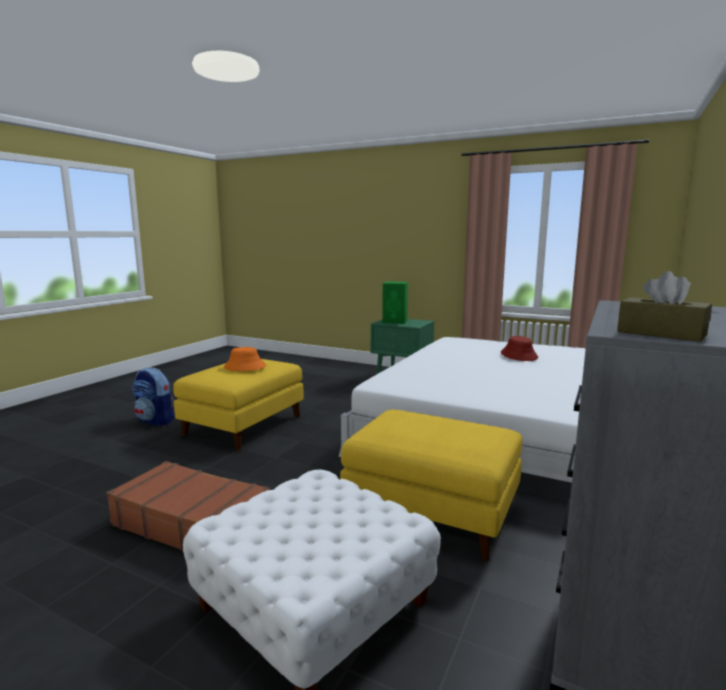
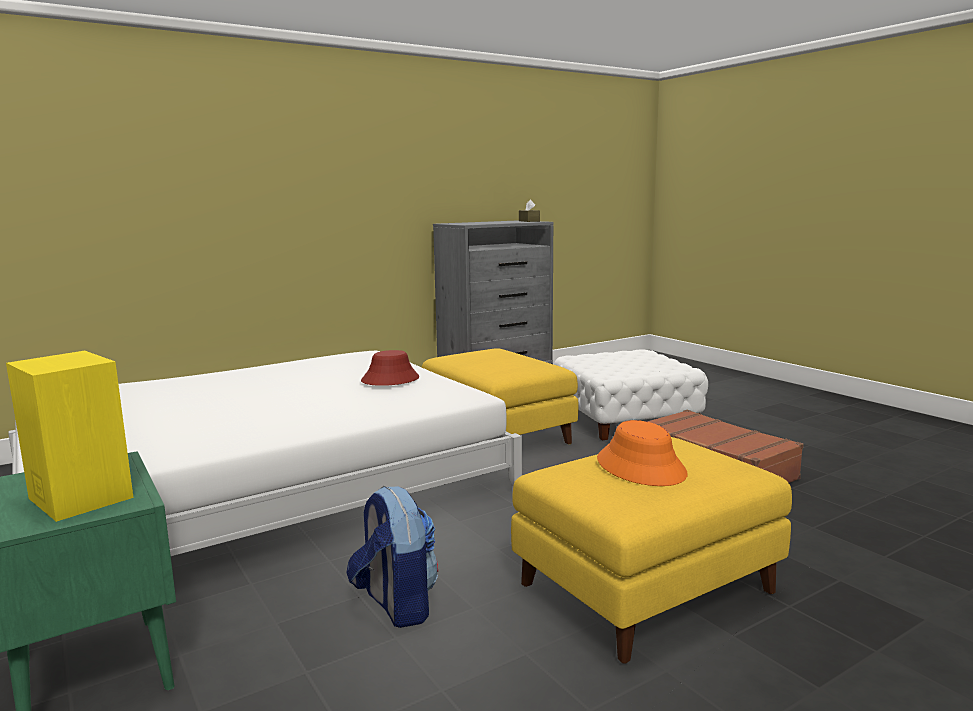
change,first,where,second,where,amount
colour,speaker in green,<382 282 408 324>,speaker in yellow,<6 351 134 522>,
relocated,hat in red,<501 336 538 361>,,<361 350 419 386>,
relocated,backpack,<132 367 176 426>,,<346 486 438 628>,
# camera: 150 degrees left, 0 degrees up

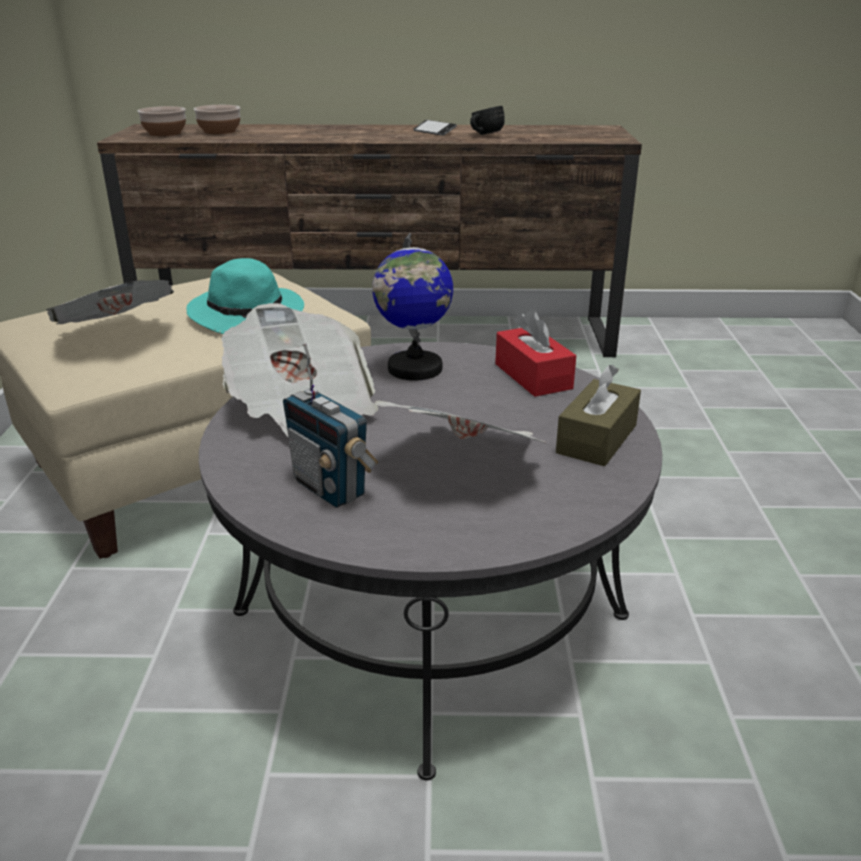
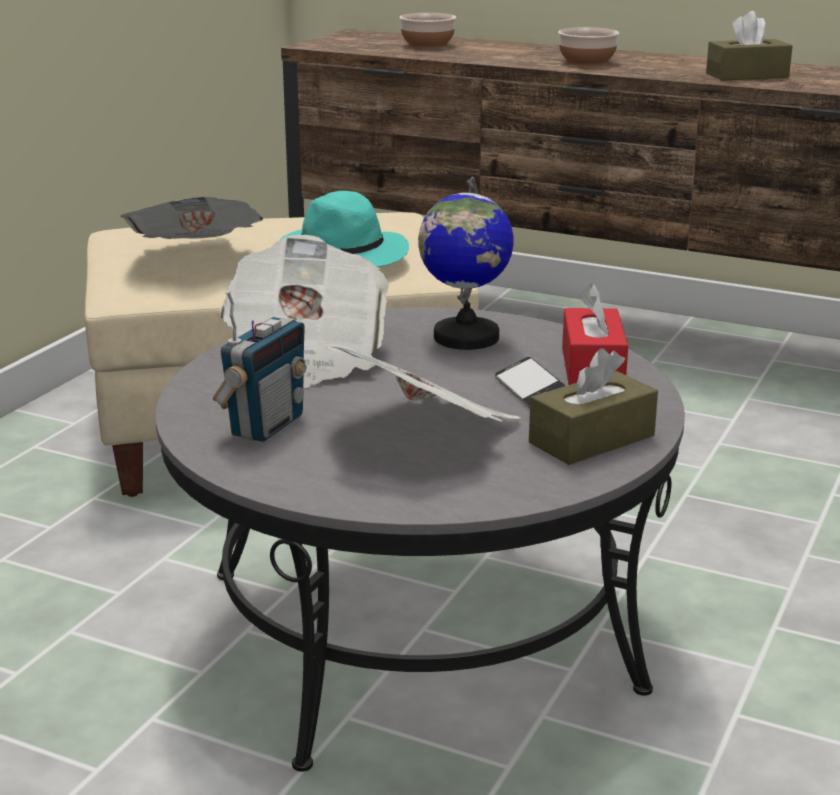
change,first,where,second,where,amount
relocated,bowl,<138 106 186 136>,,<558 27 619 66>,
exchanged,mug in black,<470 106 505 135>,tissue box in brown,<706 11 793 81>,
relocated,phone,<413 120 457 136>,,<495 357 566 408>,
spun,radio,<283 343 378 508>,,<213 290 307 442>,135 degrees counterclockwise
# camera: 25 degrees right, 5 degrees down

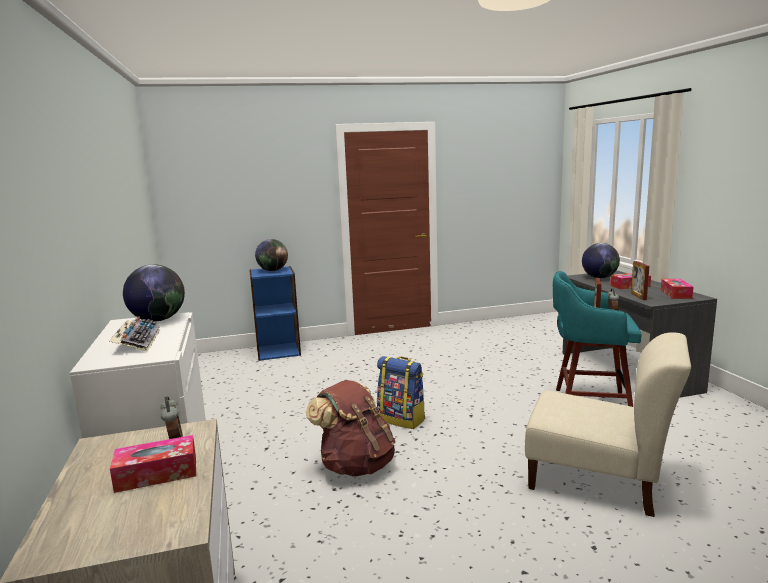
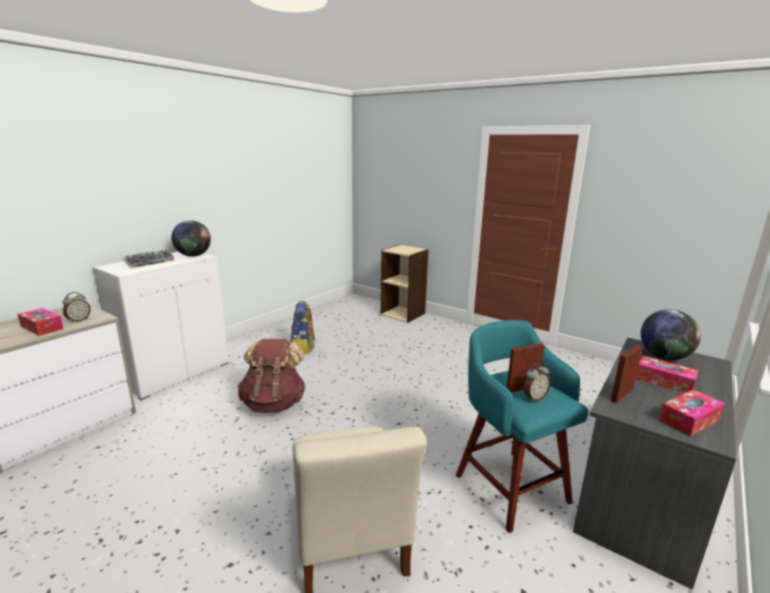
change,first,where,second,where,amount
missing,globe,<255 239 288 271>,,,
colour,bookcase in blue,<249 266 301 361>,bookcase in beige,<381 245 429 323>,
relocated,backpack,<377 356 425 429>,,<290 301 315 354>,
# camera: 50 degrees right, 5 degrees up

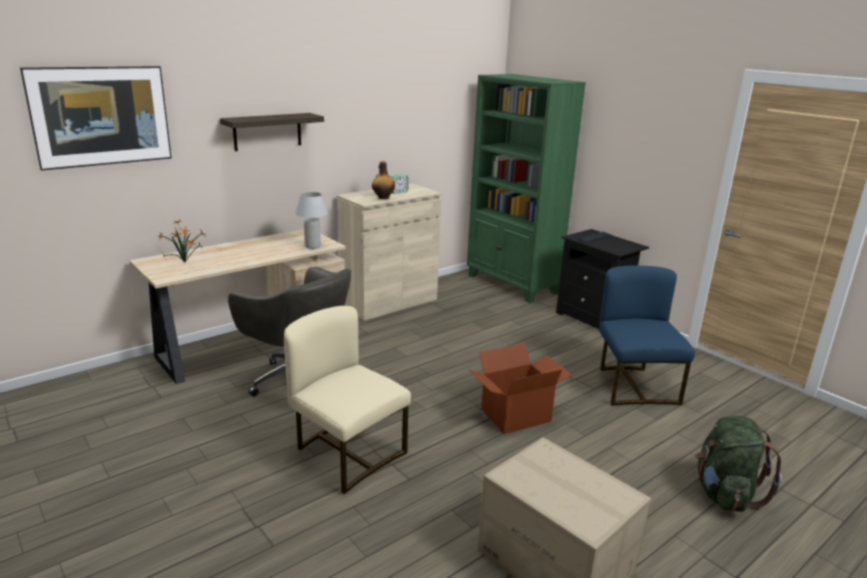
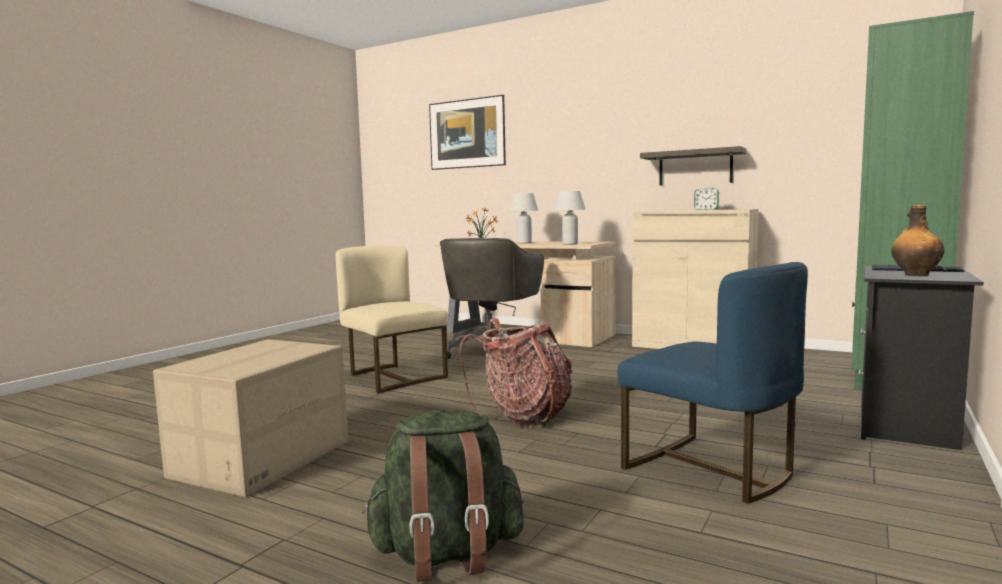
change,first,where,second,where,amount
relocated,shelf,<220 113 324 151>,,<640 146 746 186>,
relocated,bottle,<372 161 395 199>,,<891 205 944 276>,
spun,chair in blue,<599 266 695 406>,,<617 262 808 504>,75 degrees clockwise
spun,chair in beige,<284 306 411 494>,,<336 245 448 394>,60 degrees counterclockwise
exchanged,cardboard box,<469 343 572 434>,backpack,<459 318 572 428>,
appeared,,,table lamp in white,<510 193 539 243>,
# camera: 70 degrees right, 15 degrees down

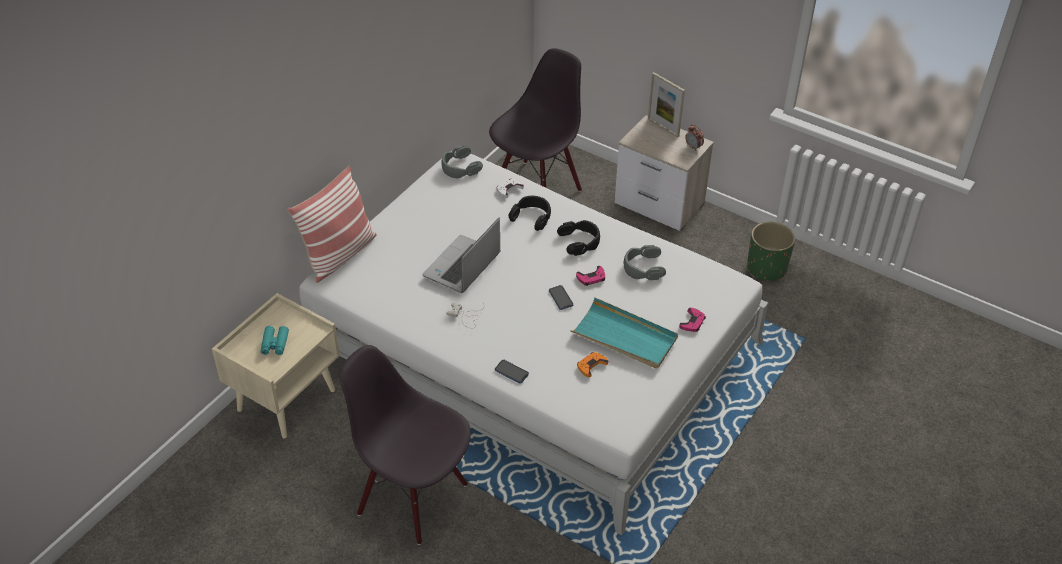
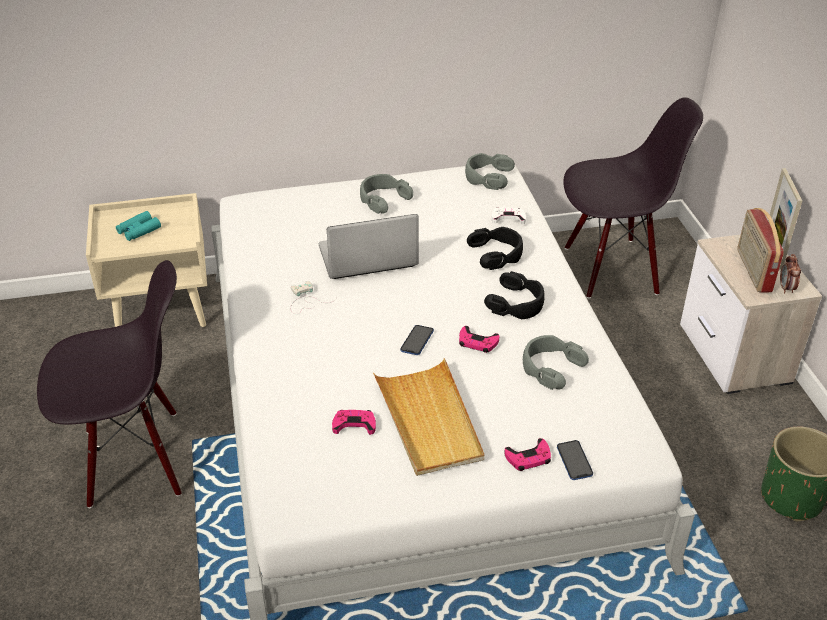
change,first,where,second,where,amount
missing,pillow,<287 166 377 283>,,,
colour,tray in turquoise,<570 297 678 368>,tray in beige,<373 358 484 476>,
spun,chair in black,<340 345 471 545>,,<37 260 181 508>,90 degrees clockwise
colour,game controller in orange,<577 352 608 377>,game controller in pink,<332 410 376 435>,
relocated,phone,<495 360 529 383>,,<557 440 593 480>,
appeared,,,headphones in grey,<360 174 413 214>,
appeared,,,radio,<737 208 784 293>,
# camera: 45 degrees right, 5 degrees down

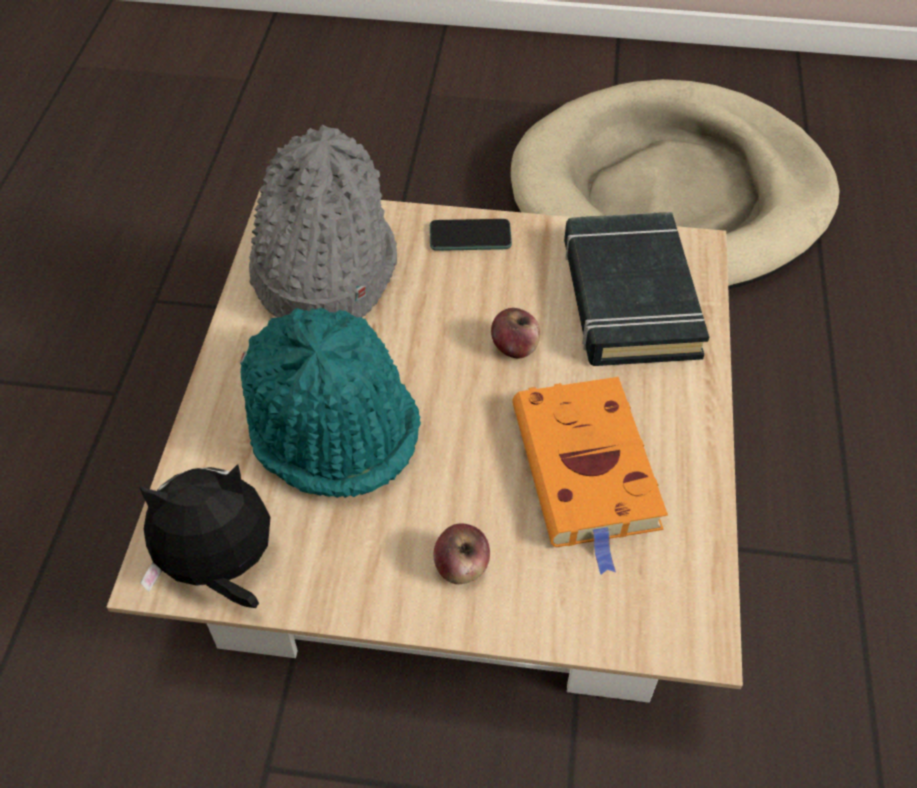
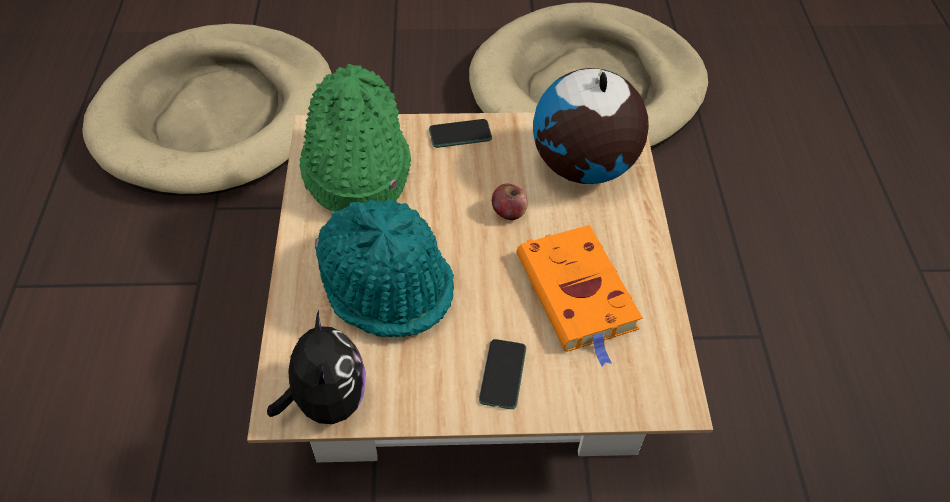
change,first,where,second,where,amount
colour,hat in grey,<249 125 397 318>,hat in green,<299 64 411 211>,
exchanged,book in black,<564 212 709 366>,globe,<533 68 649 184>,
spun,plush toy,<139 464 271 608>,,<267 311 366 424>,105 degrees clockwise
exchanged,apple,<434 524 490 584>,phone,<479 339 526 409>,
appeared,,,dog bed in beige,<82 24 332 196>,
# camera: 10 degrees left, 0 degrees up

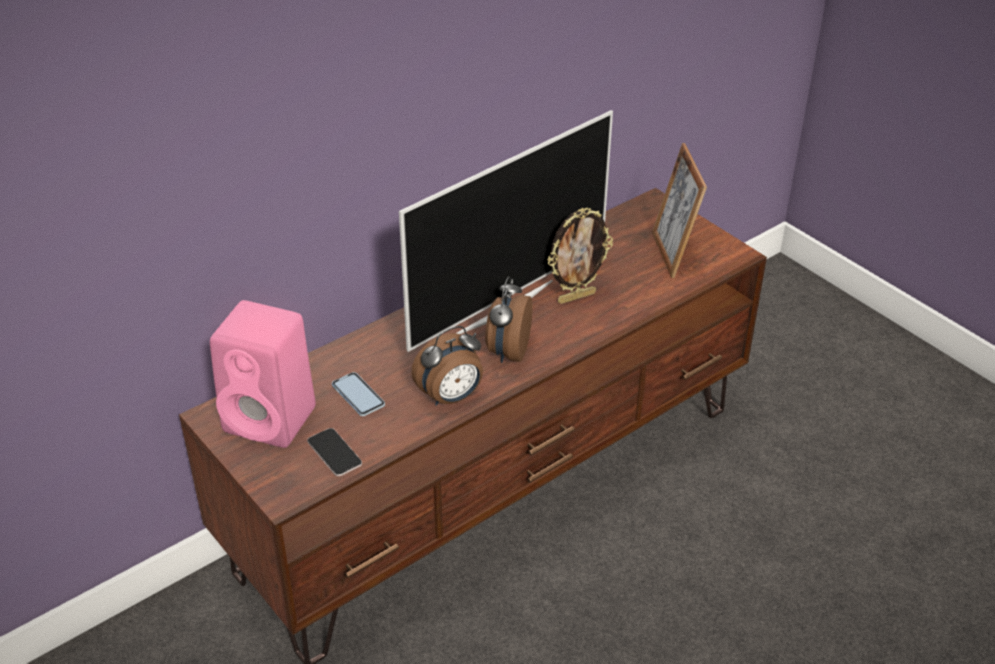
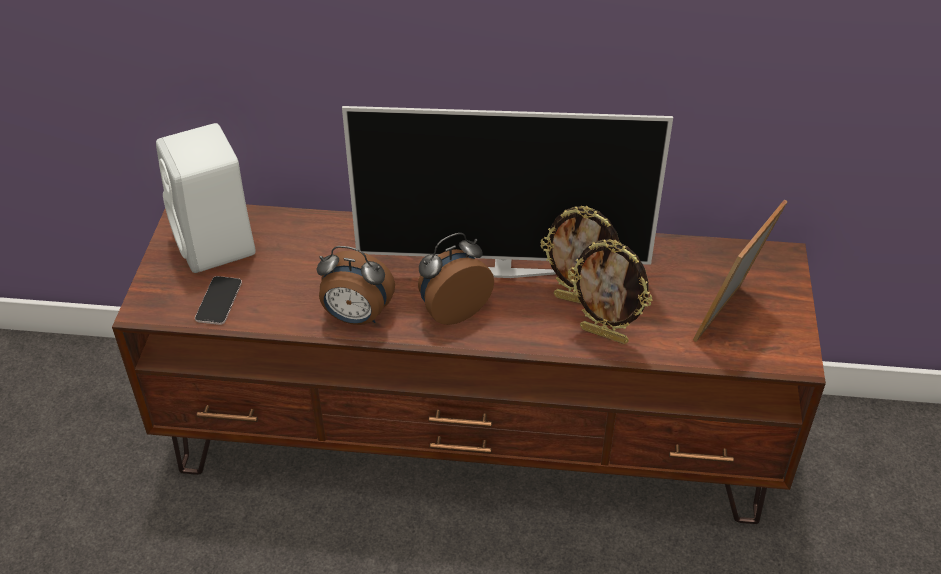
change,first,where,second,where,amount
colour,speaker in pink,<210 300 316 448>,speaker in white,<156 123 256 273>,
missing,phone,<332 372 385 416>,,,
appeared,,,picture frame,<568 239 652 344>,
# camera: 45 degrees right, 5 degrees up

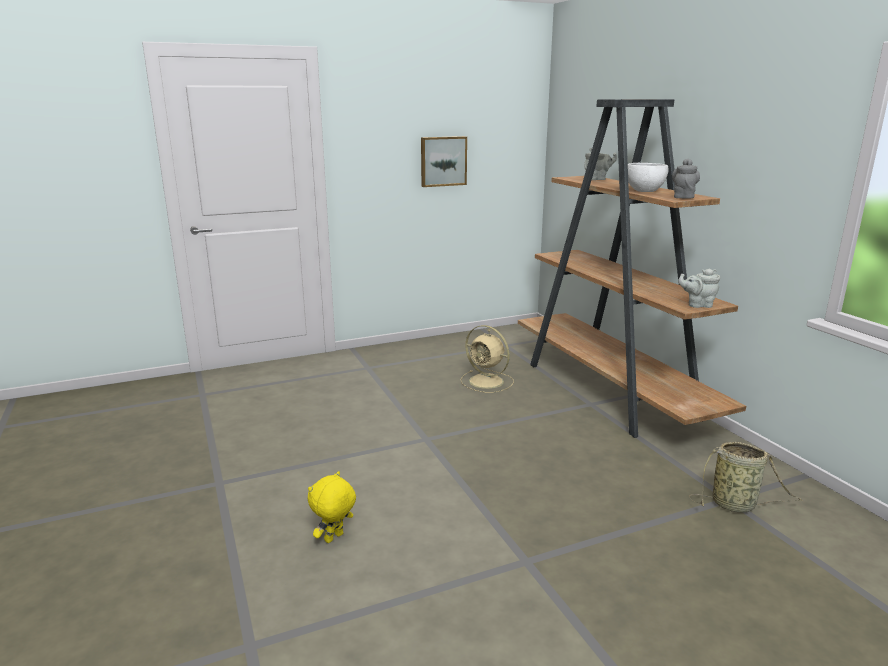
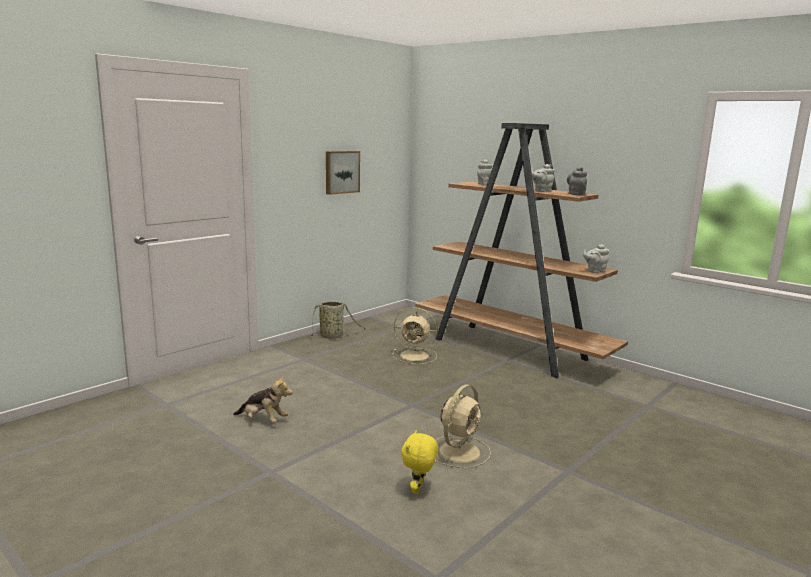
change,first,where,second,where,amount
exchanged,bowl in white,<628 163 668 192>,teapot in grey,<531 164 555 192>,
relocated,basket,<689 442 803 512>,,<310 301 365 339>,
appeared,,,plush toy,<233 375 292 423>,
appeared,,,fan in beige,<434 384 491 468>,
# camera: 25 degrees left, 5 degrees down

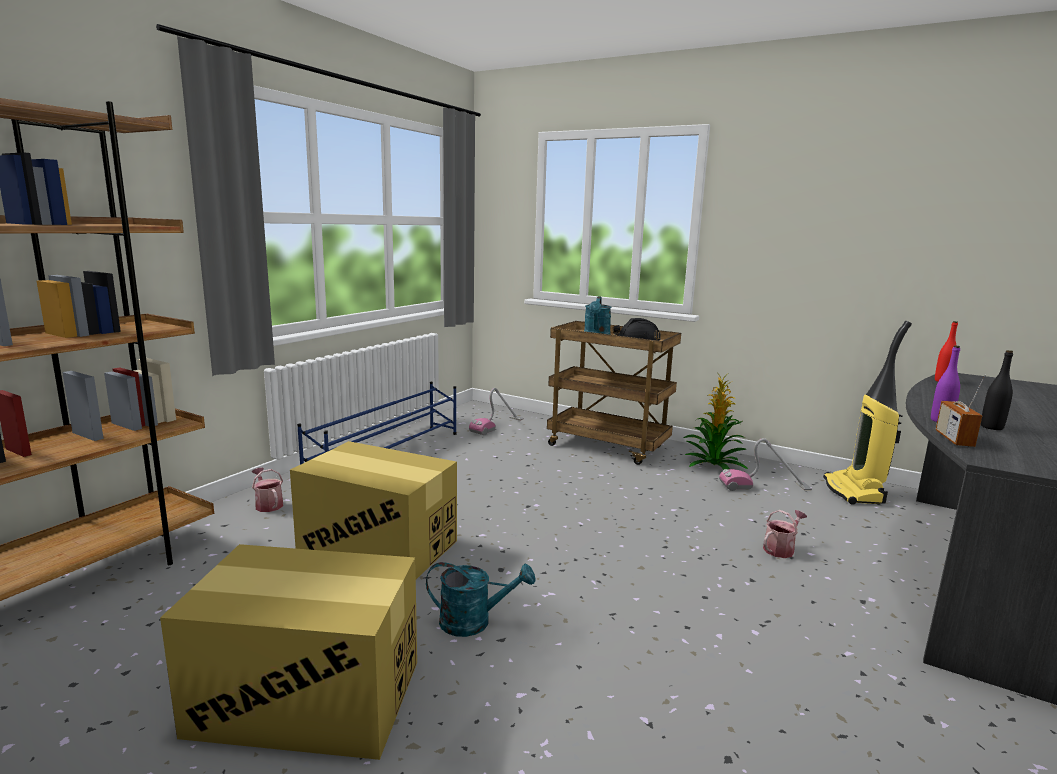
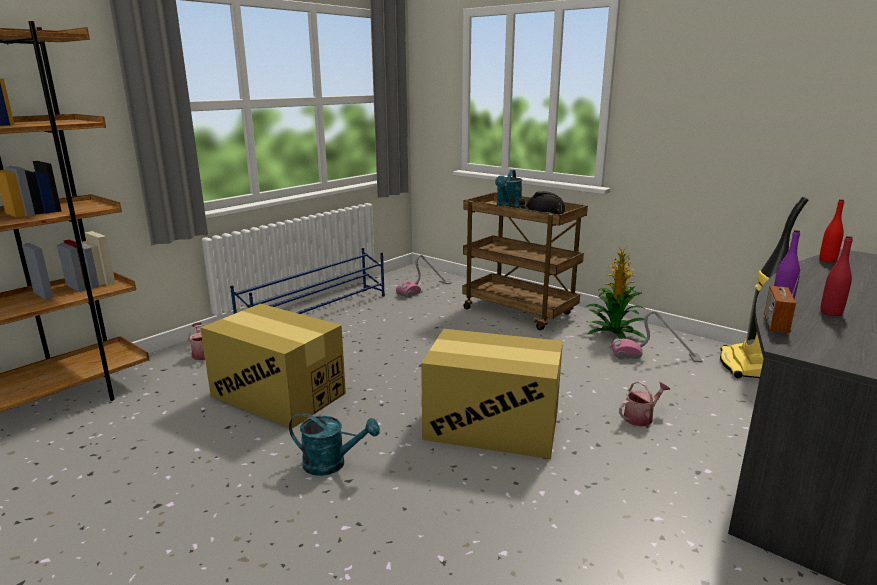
change,first,where,second,where,amount
colour,bottle in black,<981 350 1013 430>,bottle in red,<820 236 853 316>,
relocated,cardboard box,<160 544 417 760>,,<421 329 563 459>,
# camera: 10 degrees right, 5 degrees up

